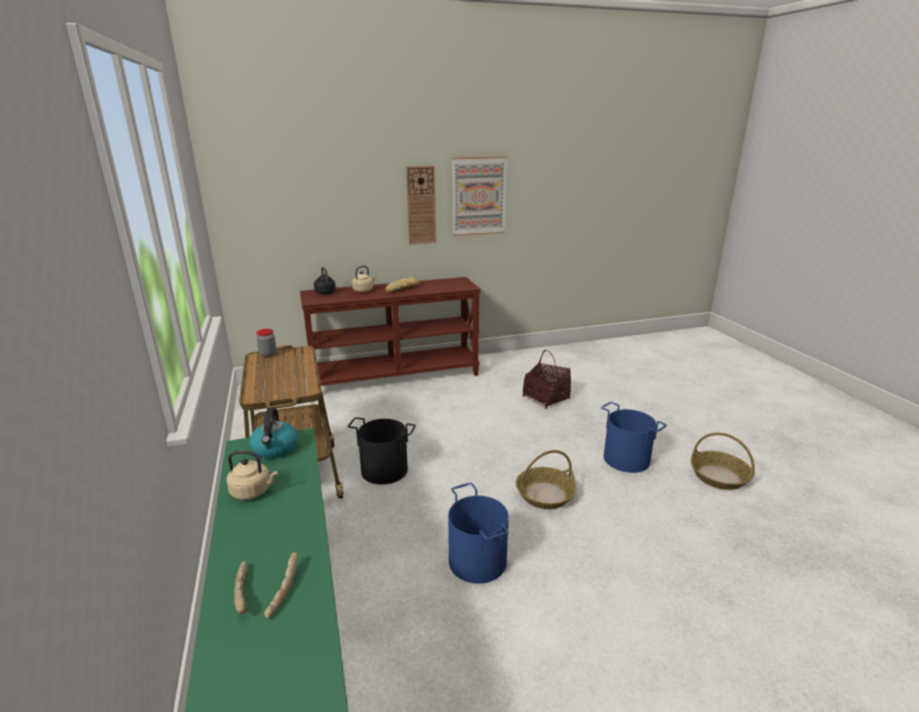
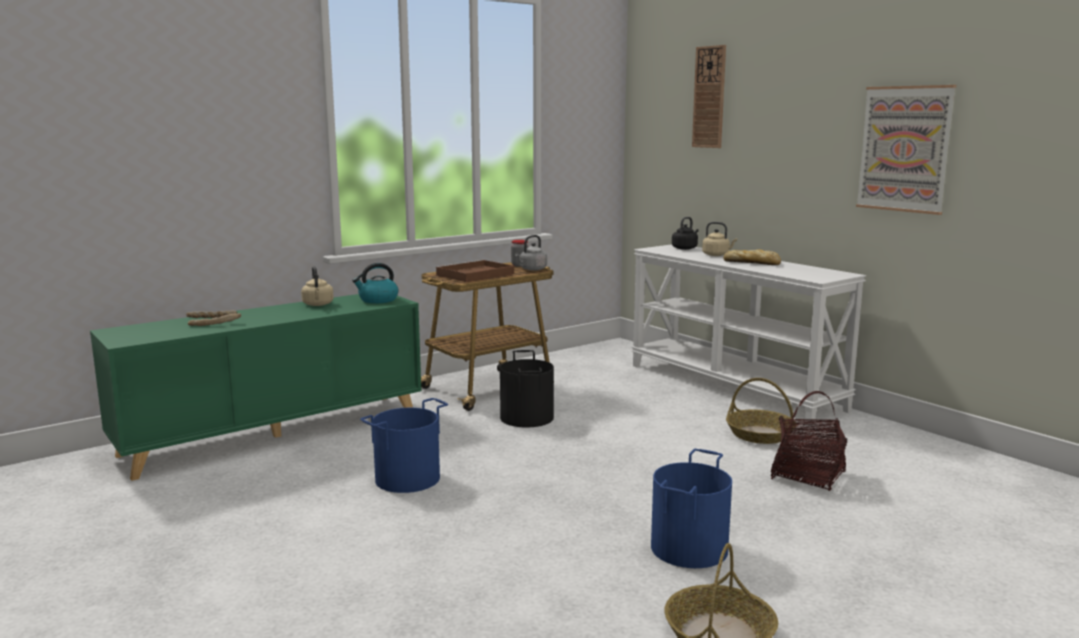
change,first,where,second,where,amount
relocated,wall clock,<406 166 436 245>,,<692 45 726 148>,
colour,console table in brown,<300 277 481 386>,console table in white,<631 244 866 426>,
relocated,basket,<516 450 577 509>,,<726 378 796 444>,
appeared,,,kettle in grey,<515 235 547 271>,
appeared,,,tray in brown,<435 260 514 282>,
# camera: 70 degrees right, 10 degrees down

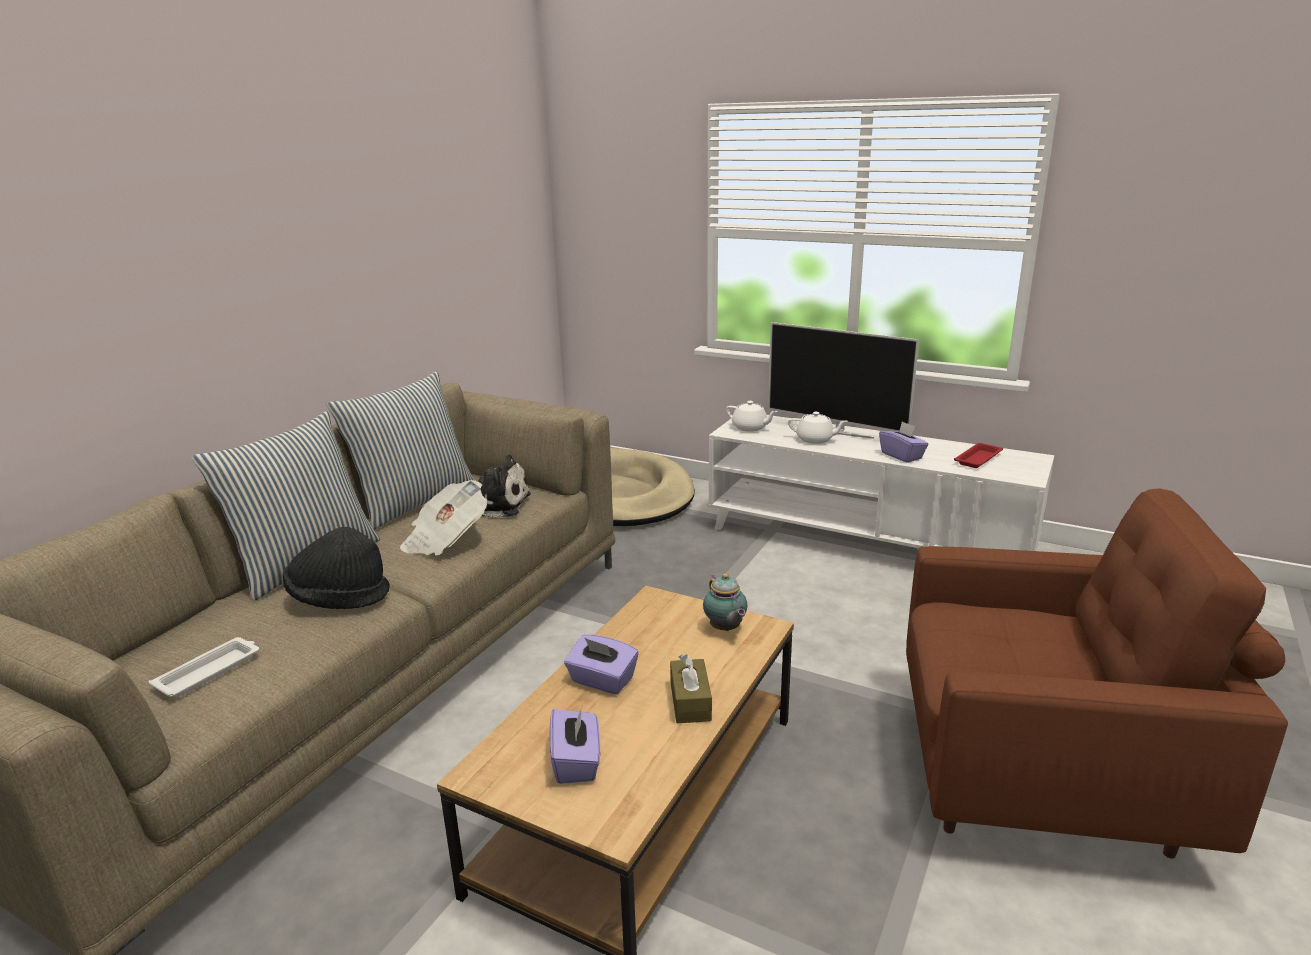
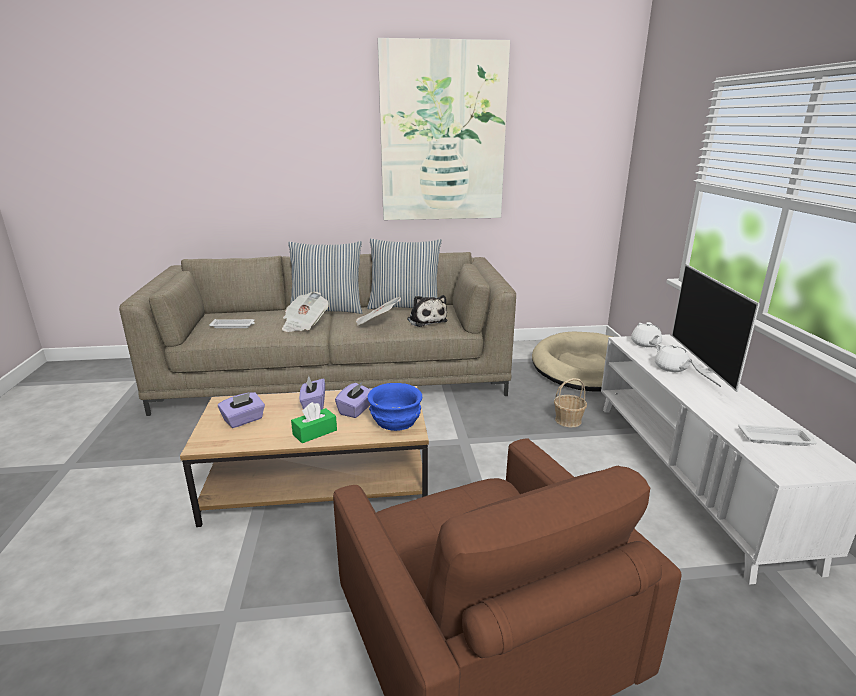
change,first,where,second,where,amount
relocated,tissue box in purple,<879 421 929 463>,,<335 382 371 418>,
colour,tray in red,<954 443 1003 468>,tray in white,<738 424 817 446>,
exchanged,hat in black,<283 527 390 609>,newspaper,<282 292 329 332>,
exchanged,teapot,<703 573 747 631>,bowl in blue,<368 383 422 431>,
colour,tissue box in brown,<670 654 712 723>,tissue box in green,<291 402 337 443>,
appeared,,,picture,<378 38 510 220>,
appeared,,,basket,<554 378 587 427>,
# camera: 55 degrees right, 0 degrees up

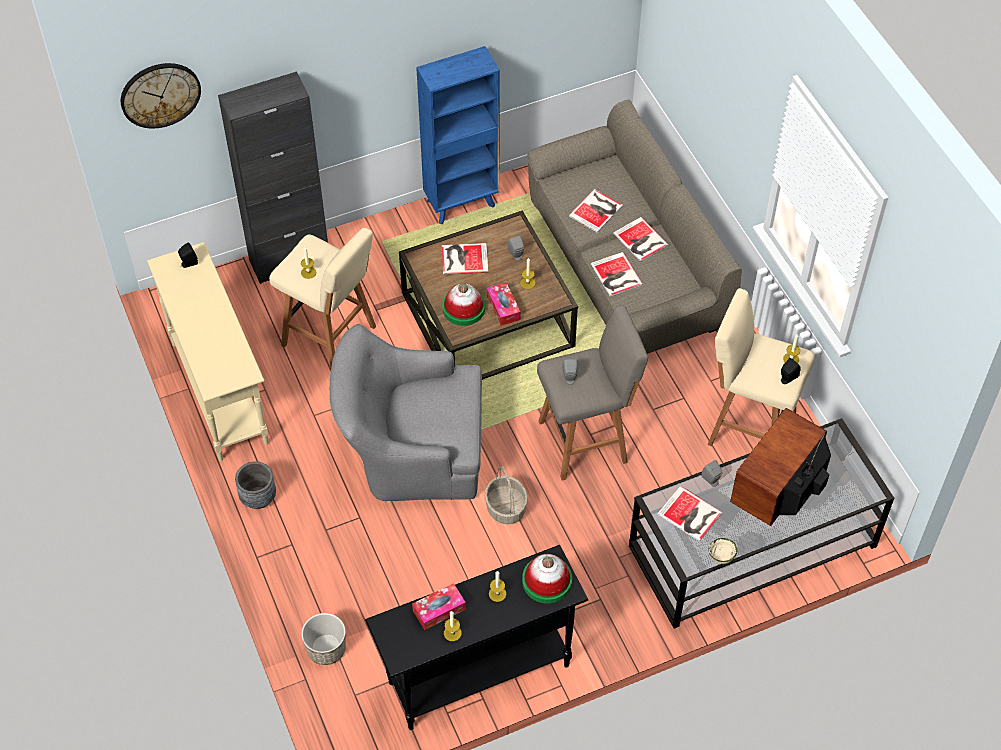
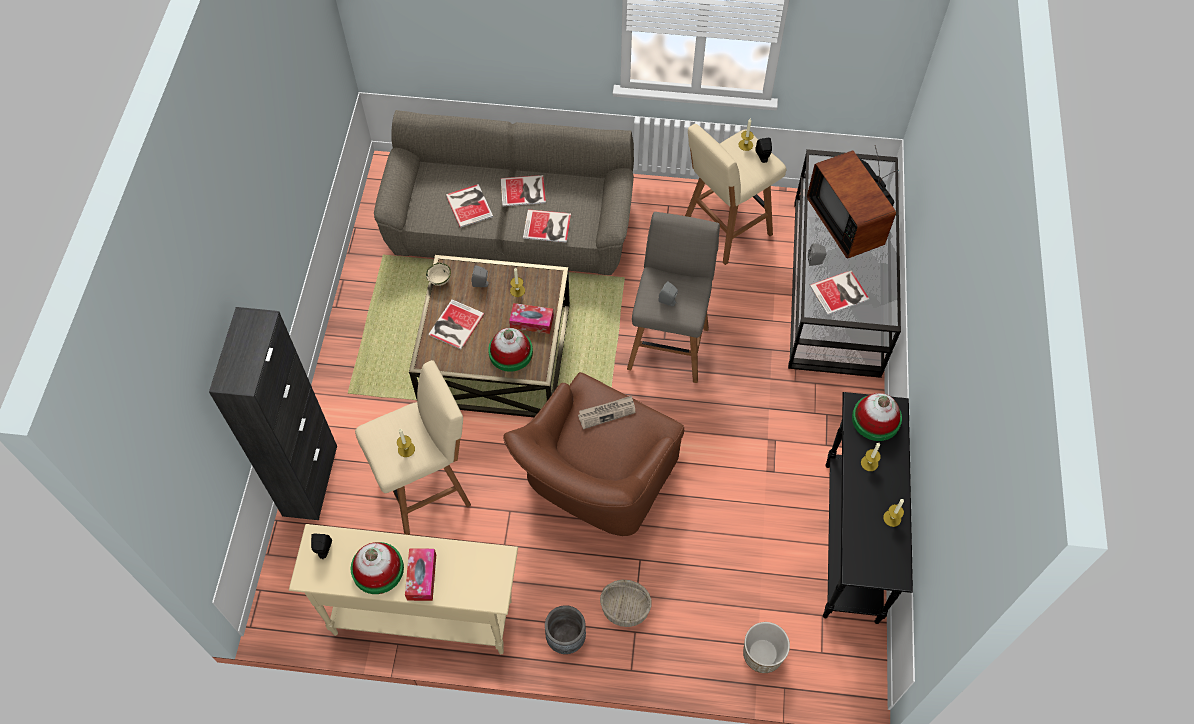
change,first,where,second,where,amount
missing,bookcase in blue,<416 46 500 224>,,,
missing,wall clock,<121 63 201 129>,,,
colour,armchair in grey,<329 324 482 501>,armchair in brown,<503 372 684 536>,
relocated,basket,<485 466 528 524>,,<600 580 652 627>,
relocated,bowl in beige,<709 538 737 564>,,<426 263 451 286>,
relocated,tissue box,<412 583 466 630>,,<405 548 436 601>,
appeared,,,newspaper,<578 396 636 429>,
appeared,,,hat,<351 542 404 594>,
# camera: 60 degrees left, 5 degrees up

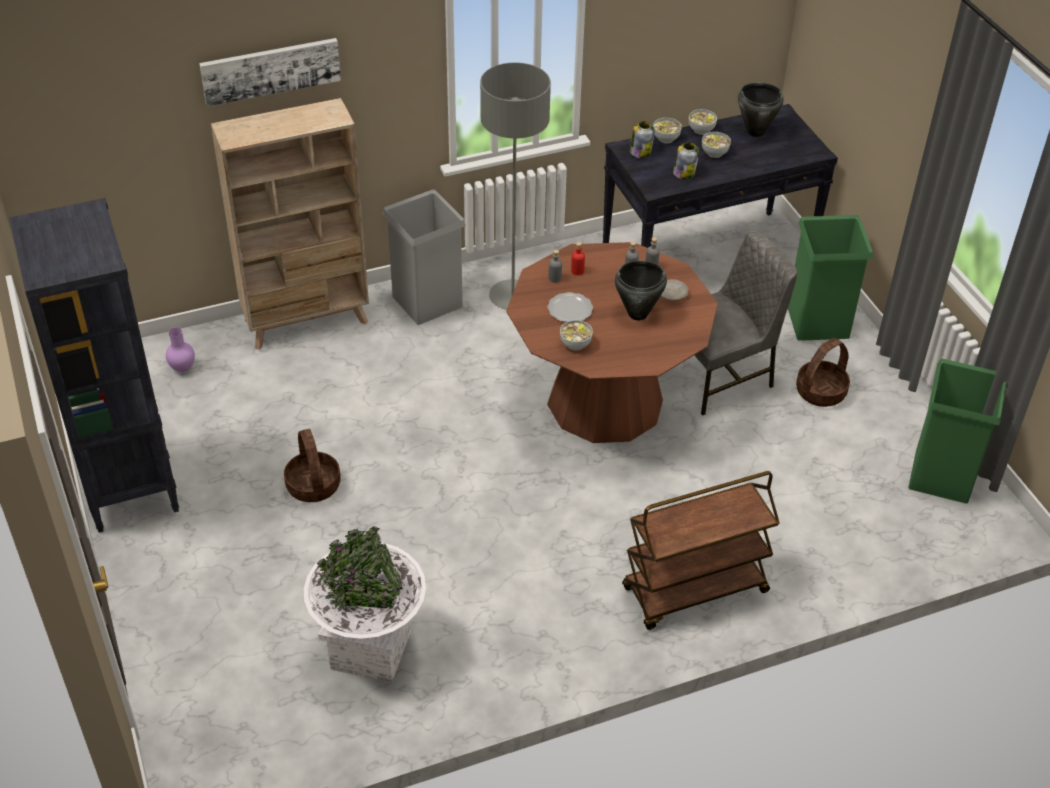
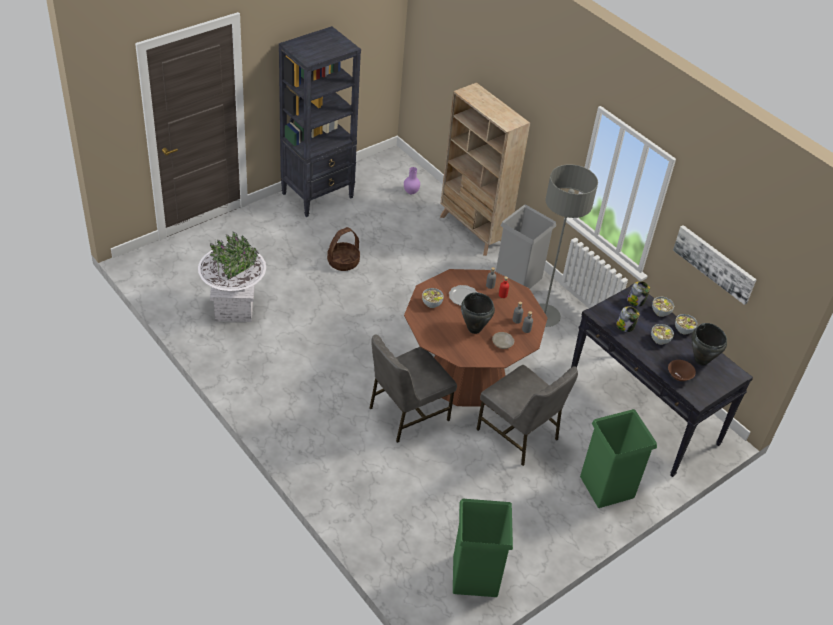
change,first,where,second,where,amount
relocated,picture,<199 38 341 106>,,<673 225 757 305>,
missing,basket,<796 338 850 407>,,,
missing,cart in brown,<622 471 780 630>,,,
appeared,,,chair in grey,<370 335 457 443>,
appeared,,,bowl in brown,<668 360 696 381>,
# camera: 70 degrees right, 0 degrees up

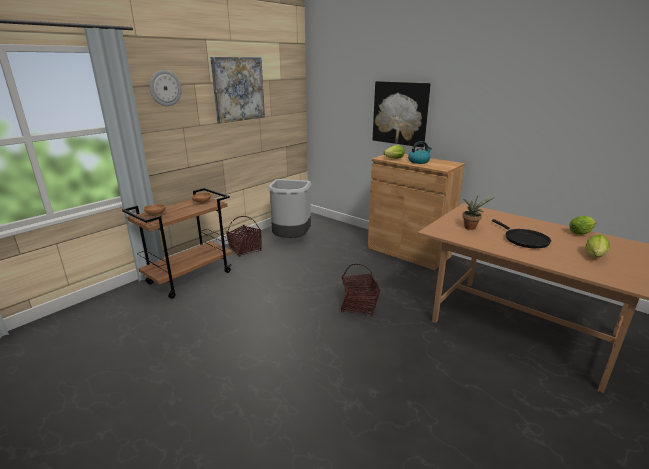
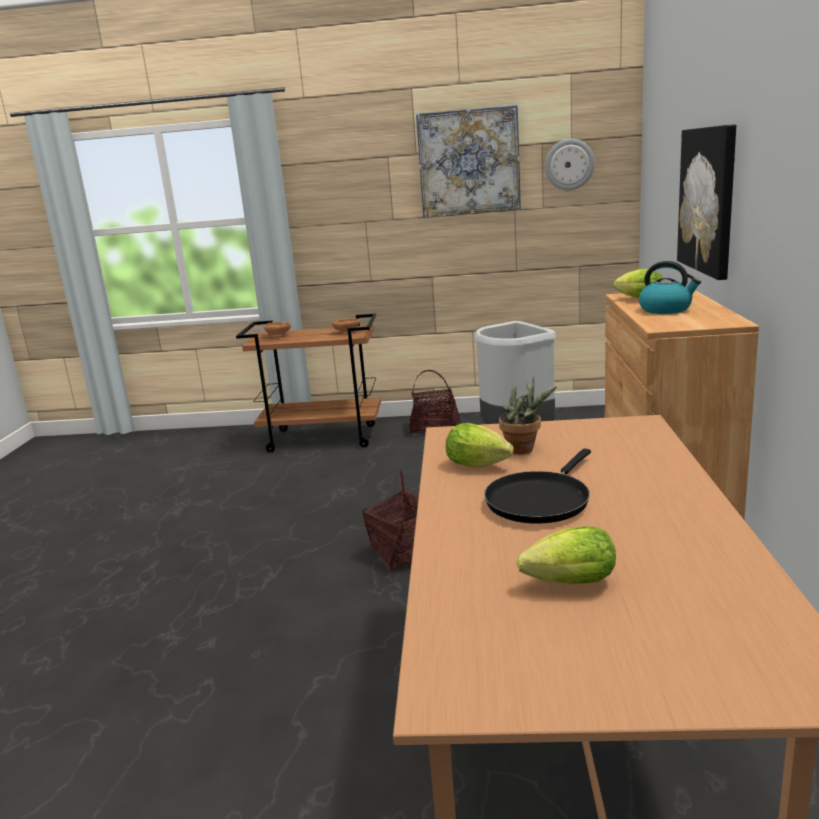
change,first,where,second,where,amount
relocated,wall clock,<149 70 181 106>,,<545 139 595 191>,
relocated,lettuce,<569 216 596 235>,,<446 423 514 467>,
# camera: 55 degrees right, 5 degrees down

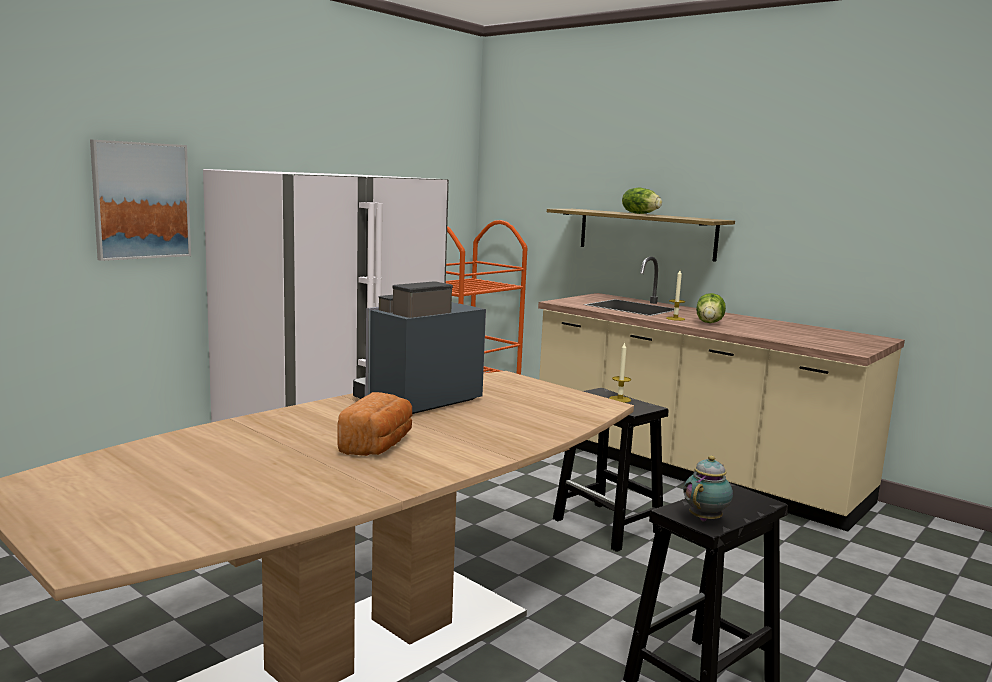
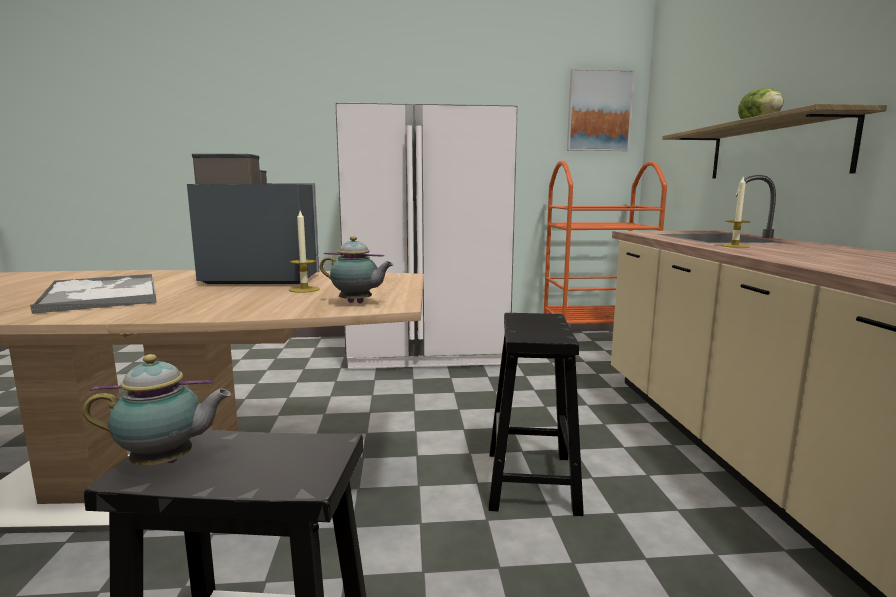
change,first,where,second,where,amount
relocated,picture,<90 140 191 261>,,<567 68 635 151>,
missing,lettuce,<696 293 726 323>,,,
relocated,candle,<609 342 631 403>,,<289 211 320 293>,
exchanged,bread,<338 392 412 456>,tray,<30 274 157 314>,
appeared,,,teapot,<320 236 393 303>,
# camera: 45 degrees right, 0 degrees up

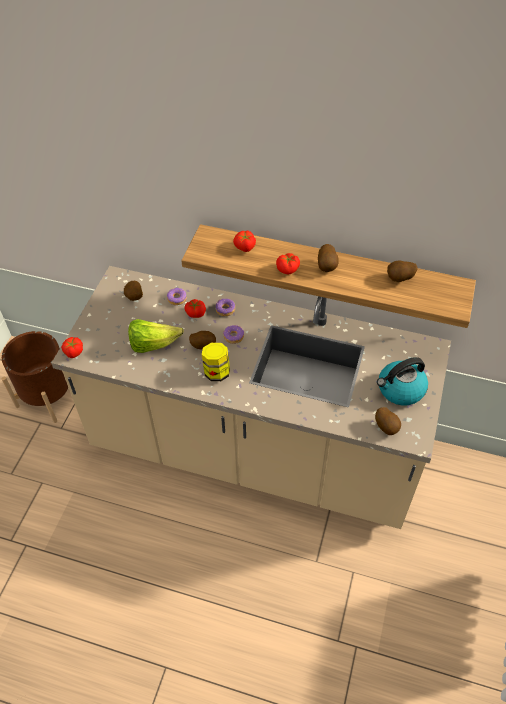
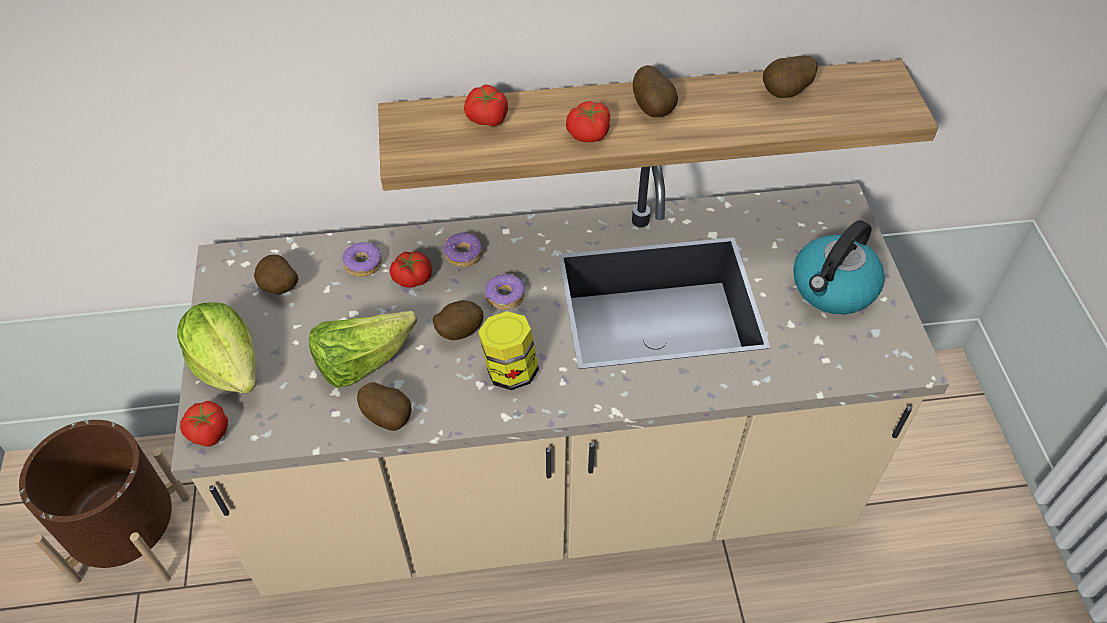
change,first,where,second,where,amount
relocated,potato,<375 407 401 435>,,<357 382 411 431>,
appeared,,,lettuce,<177 302 256 394>,
# camera: 25 degrees left, 0 degrees up

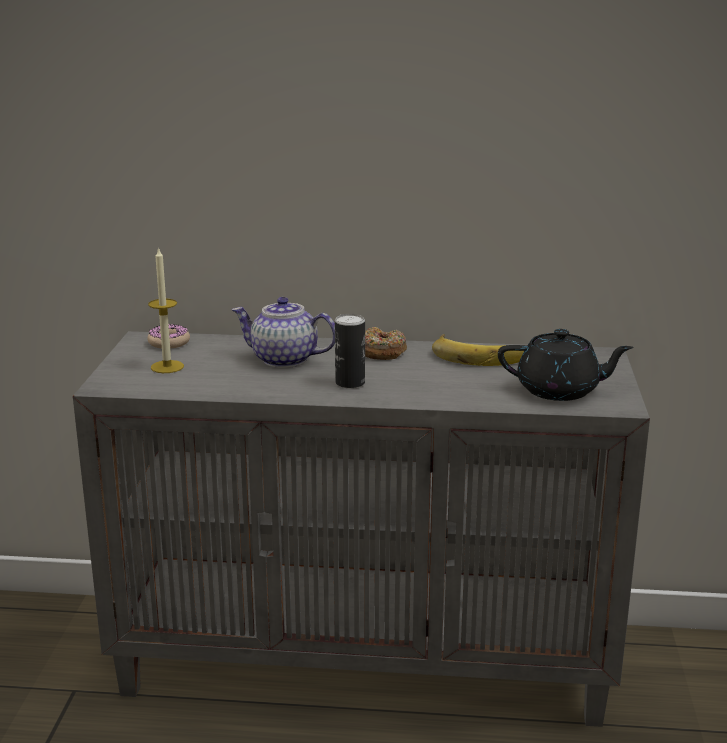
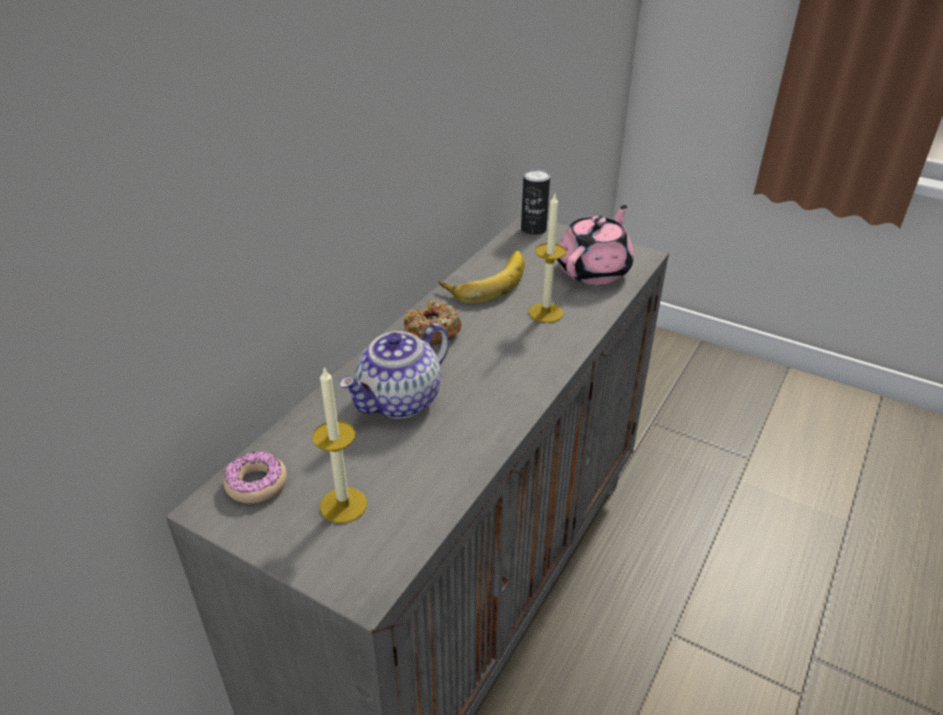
change,first,where,second,where,amount
relocated,can,<335 314 365 388>,,<521 169 550 235>,
colour,teapot in black,<498 329 633 401>,teapot in pink,<557 205 633 285>,
appeared,,,candle,<529 194 566 323>,
# camera: 65 degrees left, 15 degrees up

